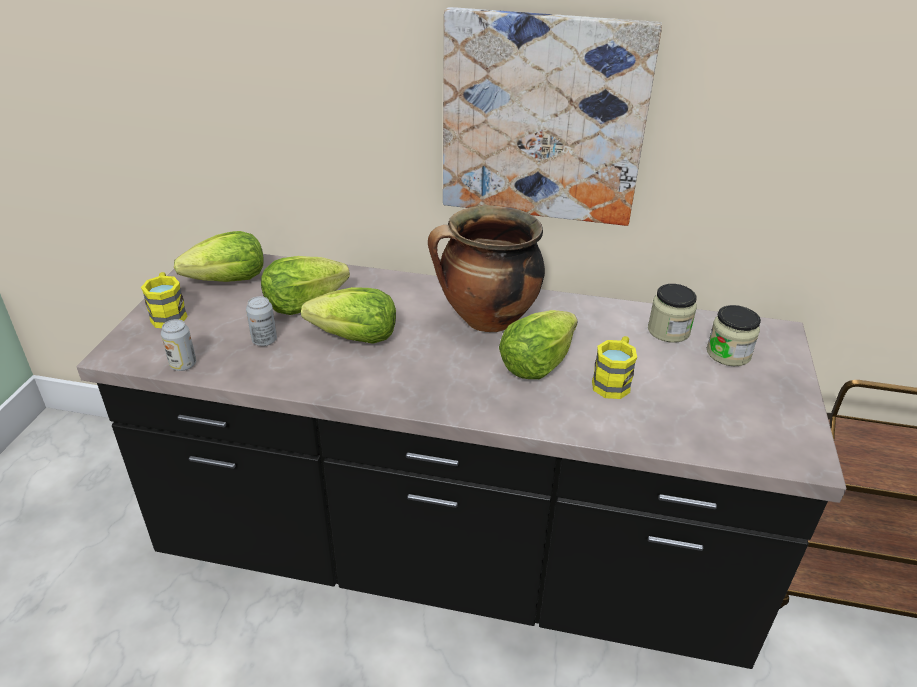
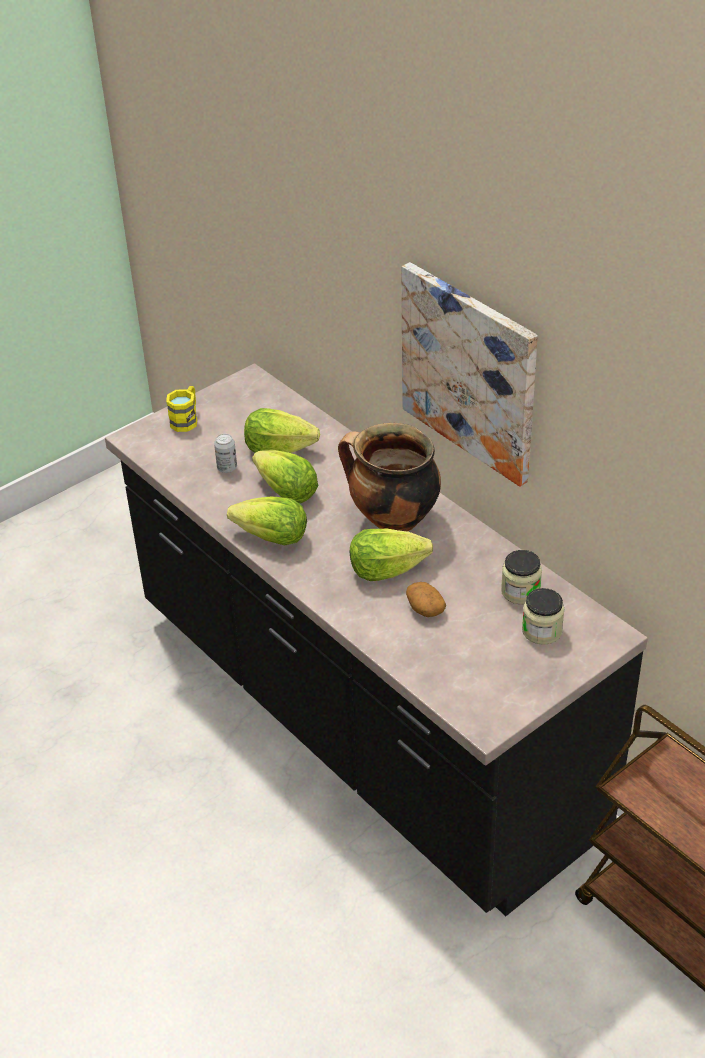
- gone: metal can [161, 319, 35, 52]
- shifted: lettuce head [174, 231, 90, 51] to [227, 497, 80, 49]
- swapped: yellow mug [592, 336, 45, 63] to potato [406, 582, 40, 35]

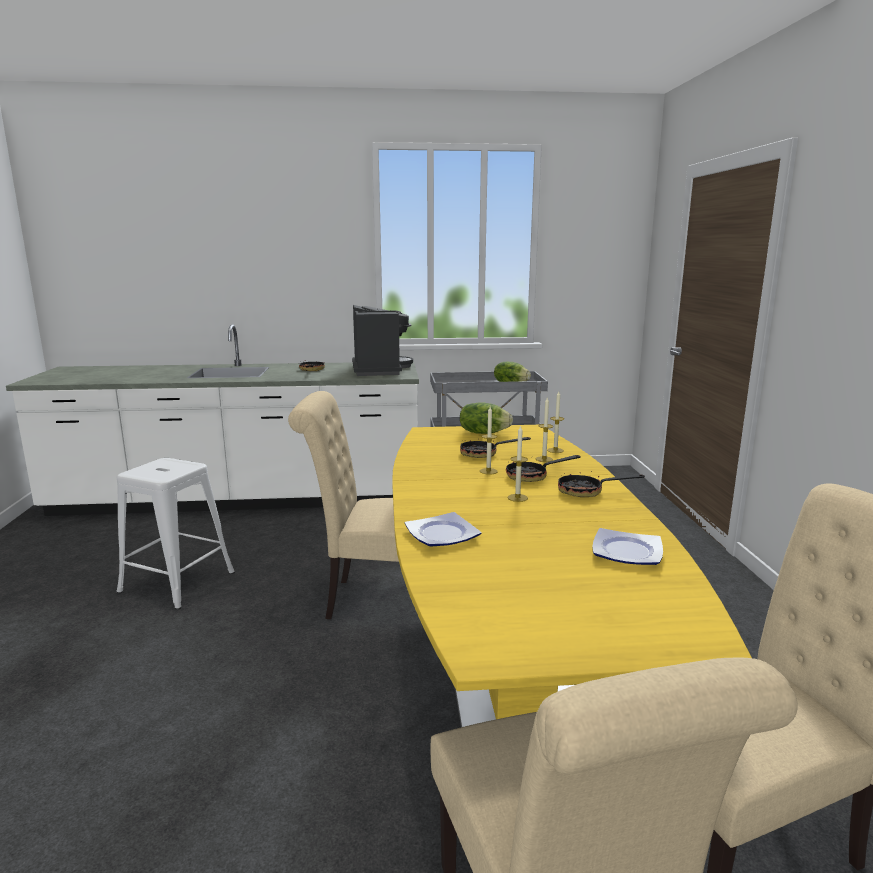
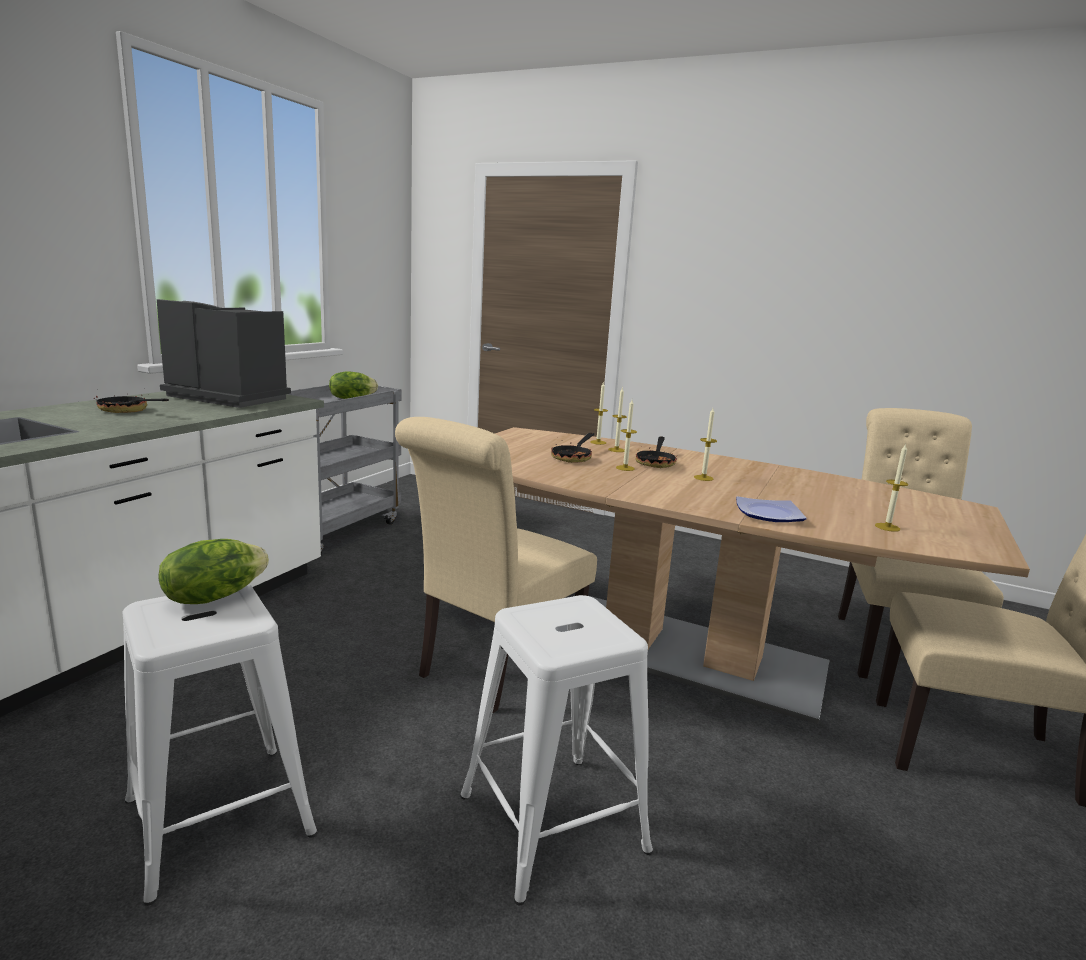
- gone: skillet [558, 471, 87, 26]
- gone: dinner plate [592, 528, 71, 37]
- new: white stool [460, 595, 193, 310]
- new: wax candle [875, 444, 33, 88]
- shifted: lettuce head [460, 402, 53, 32] to [158, 539, 111, 65]
- repainted: yellow dinner table [392, 425, 360, 302] to brown dinner table [495, 427, 535, 297]

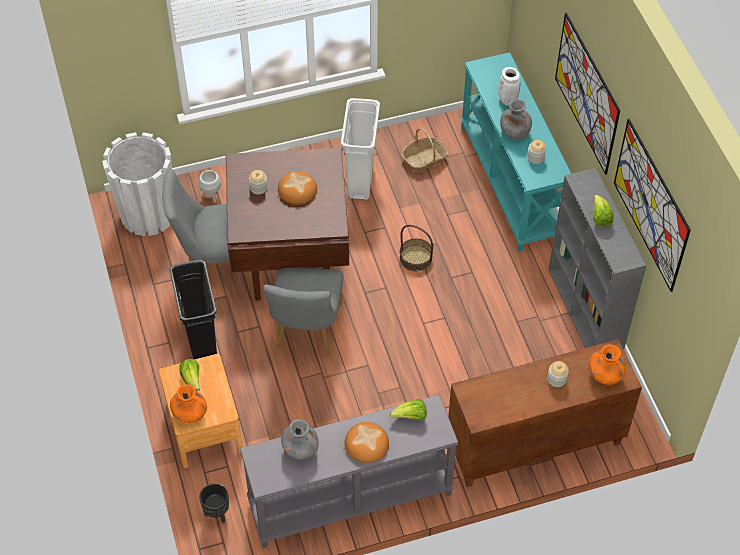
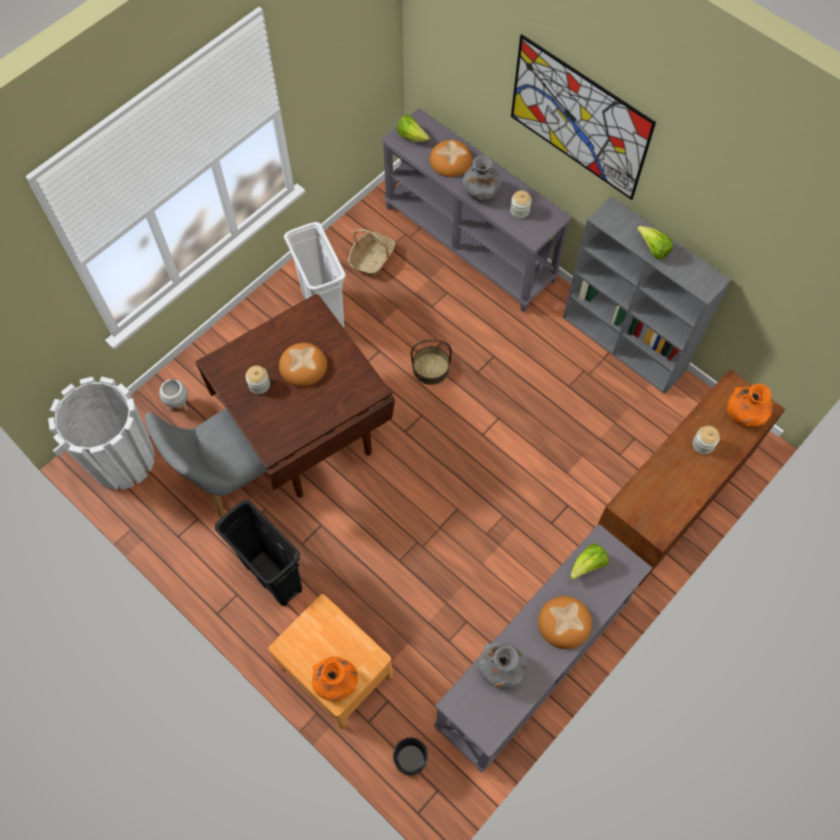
- gone: greyish chair [263, 267, 81, 89]
- gone: wall art [614, 119, 77, 173]
- shifted: lettuce head [179, 359, 21, 32] to [397, 114, 33, 28]
- swapped: white decorative vase [498, 67, 22, 39] to baked bread [430, 140, 42, 37]
- repainted: turquoise-coloured narrow table [461, 52, 111, 200] to greyish narrow table [381, 108, 191, 204]

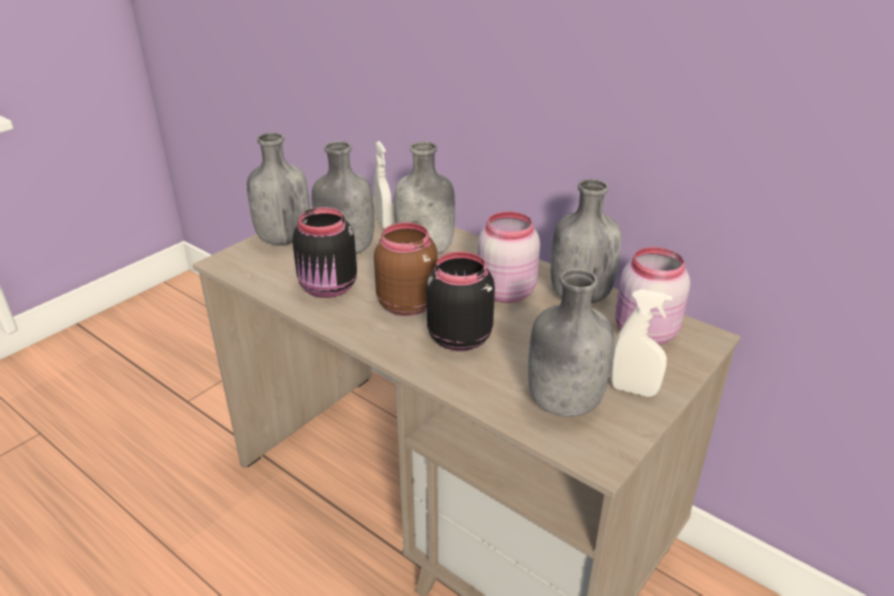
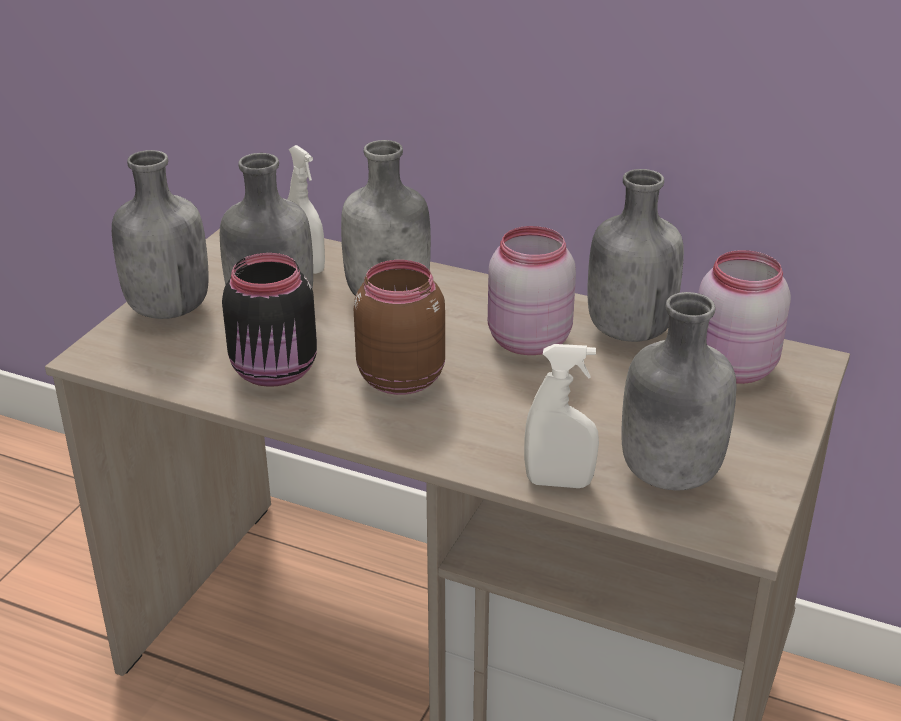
- gone: black storage jar [427, 252, 68, 99]
- shifted: white spray bottle [610, 289, 63, 108] to [524, 344, 75, 144]

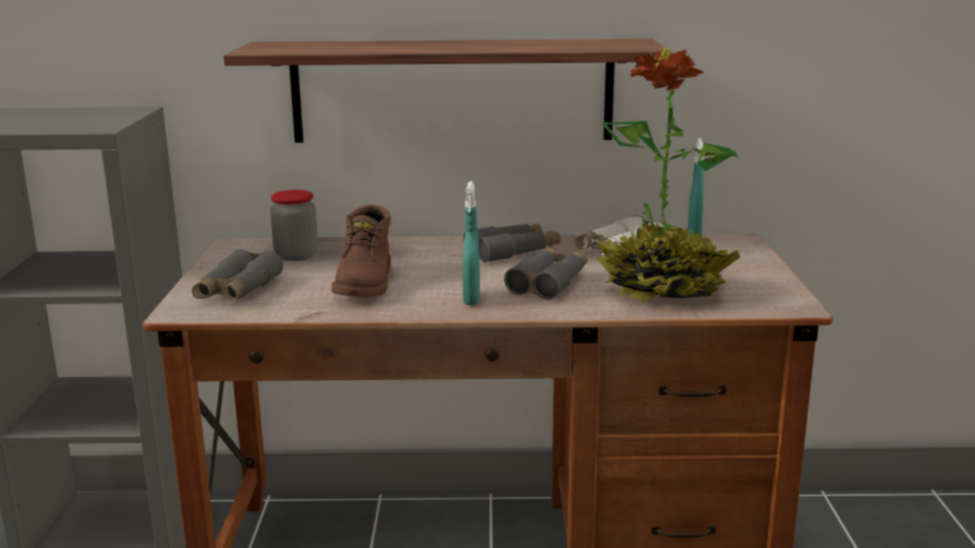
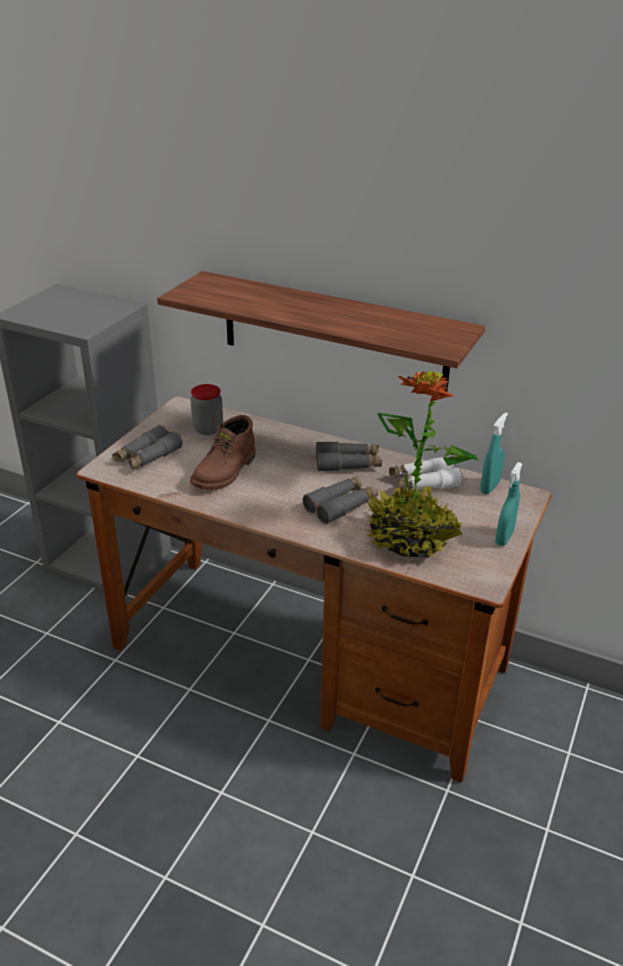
- shifted: turquoise-coloured spray bottle [463, 181, 17, 124] to [495, 462, 27, 84]

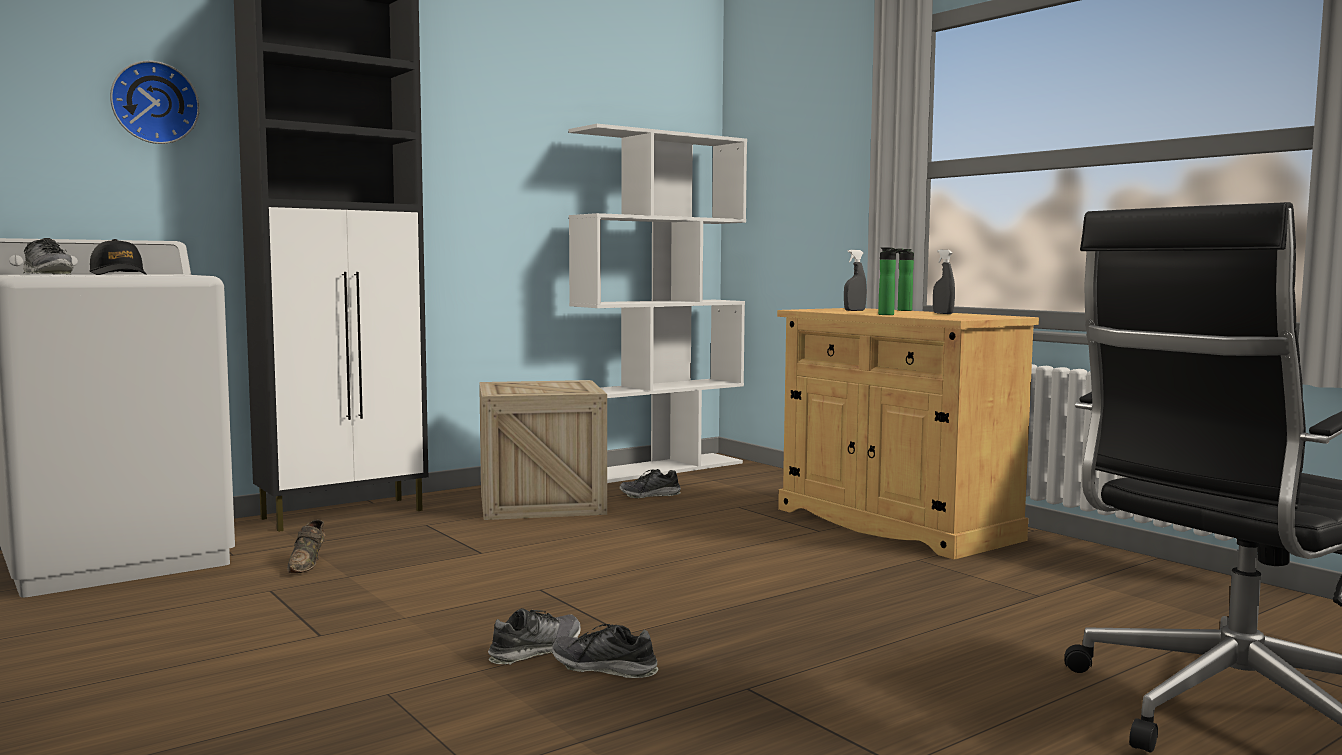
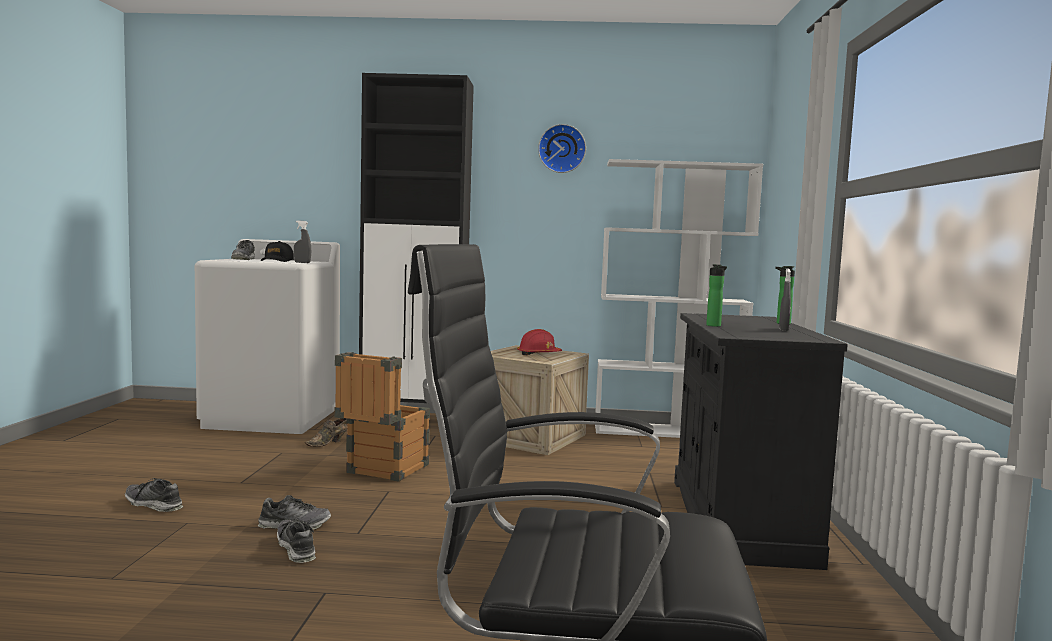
- new: shipping crate [334, 352, 96, 130]
- new: red safety helmet [517, 329, 45, 26]
- shifted: wall clock [110, 61, 90, 83] to [538, 124, 48, 49]
- shifted: low shoe [620, 469, 61, 29] to [125, 478, 58, 34]
- shifted: greyish spray bottle [844, 250, 23, 61] to [294, 221, 17, 42]
- repainted: beige-coloured cupboard [777, 308, 262, 252] to black cupboard [674, 313, 174, 257]

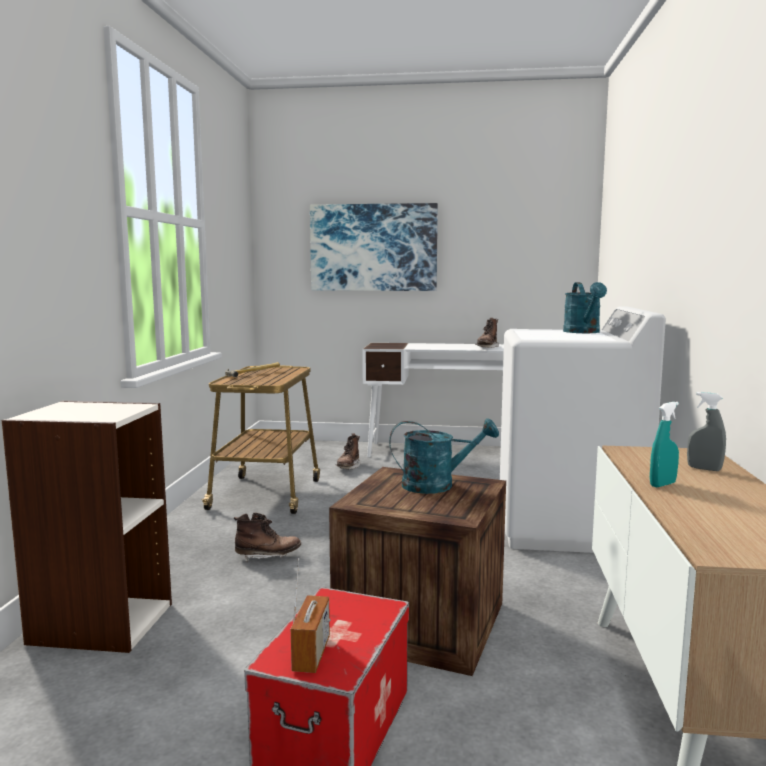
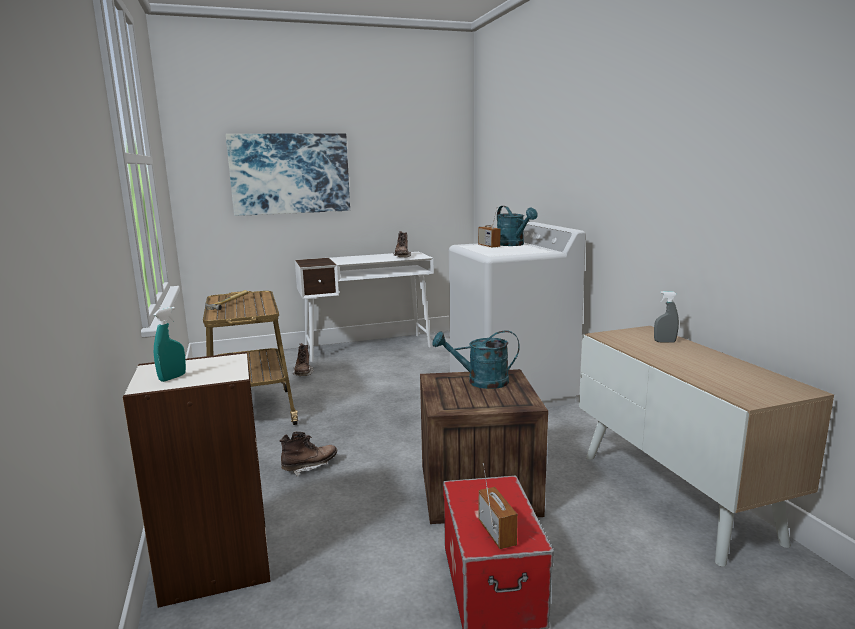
- new: radio set [478, 209, 22, 39]
- shifted: turquoise-coloured spray bottle [650, 402, 29, 85] to [153, 307, 33, 75]
- rotated: turquoise-coloured watering can [389, 418, 110, 76] = [432, 330, 88, 59] 150 degrees counterclockwise

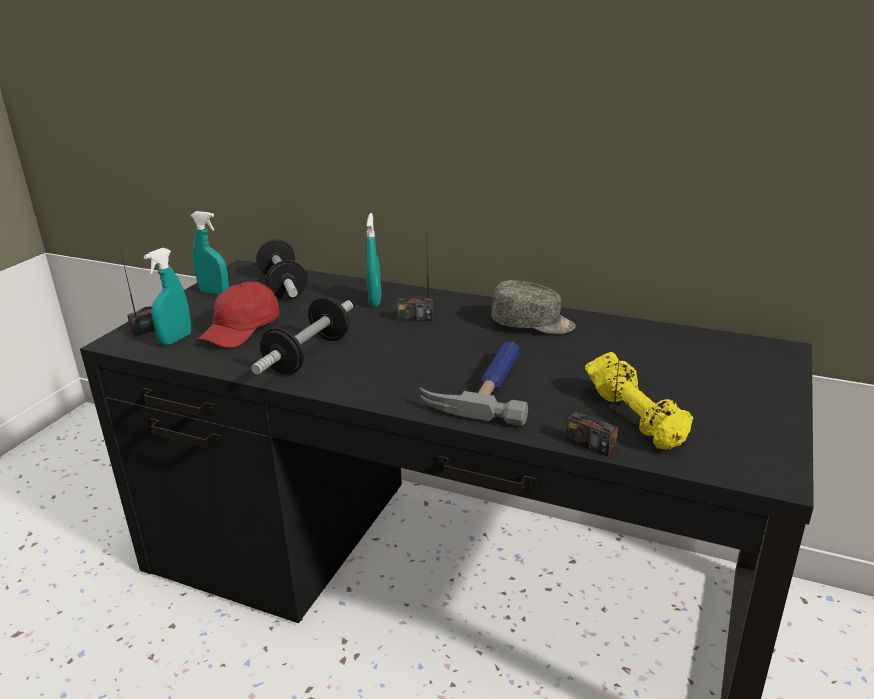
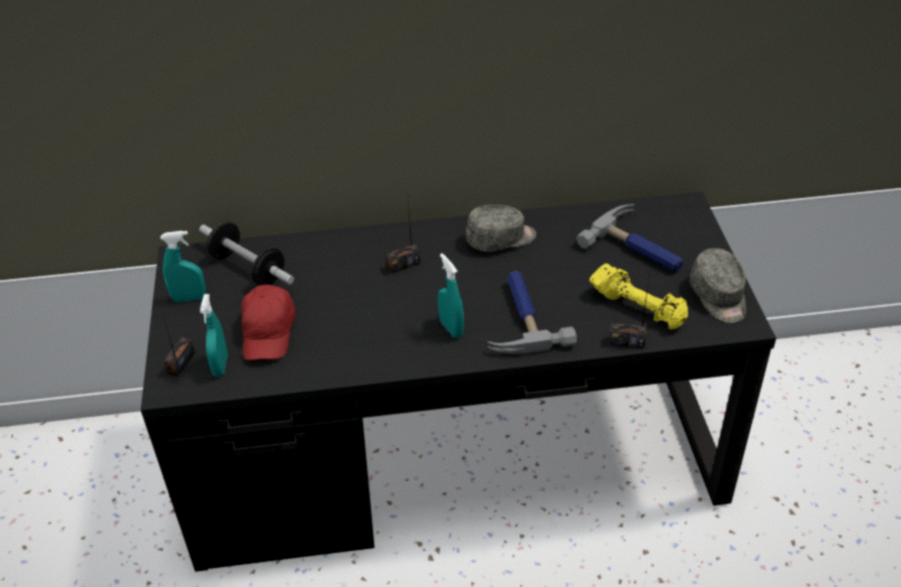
- gone: free weight [251, 297, 102, 78]
- new: hand hammer [576, 204, 107, 67]
- new: greyish peaked cap [689, 248, 57, 75]
- shifted: turquoise-coloured spray bottle [367, 213, 14, 94] to [438, 253, 26, 85]

